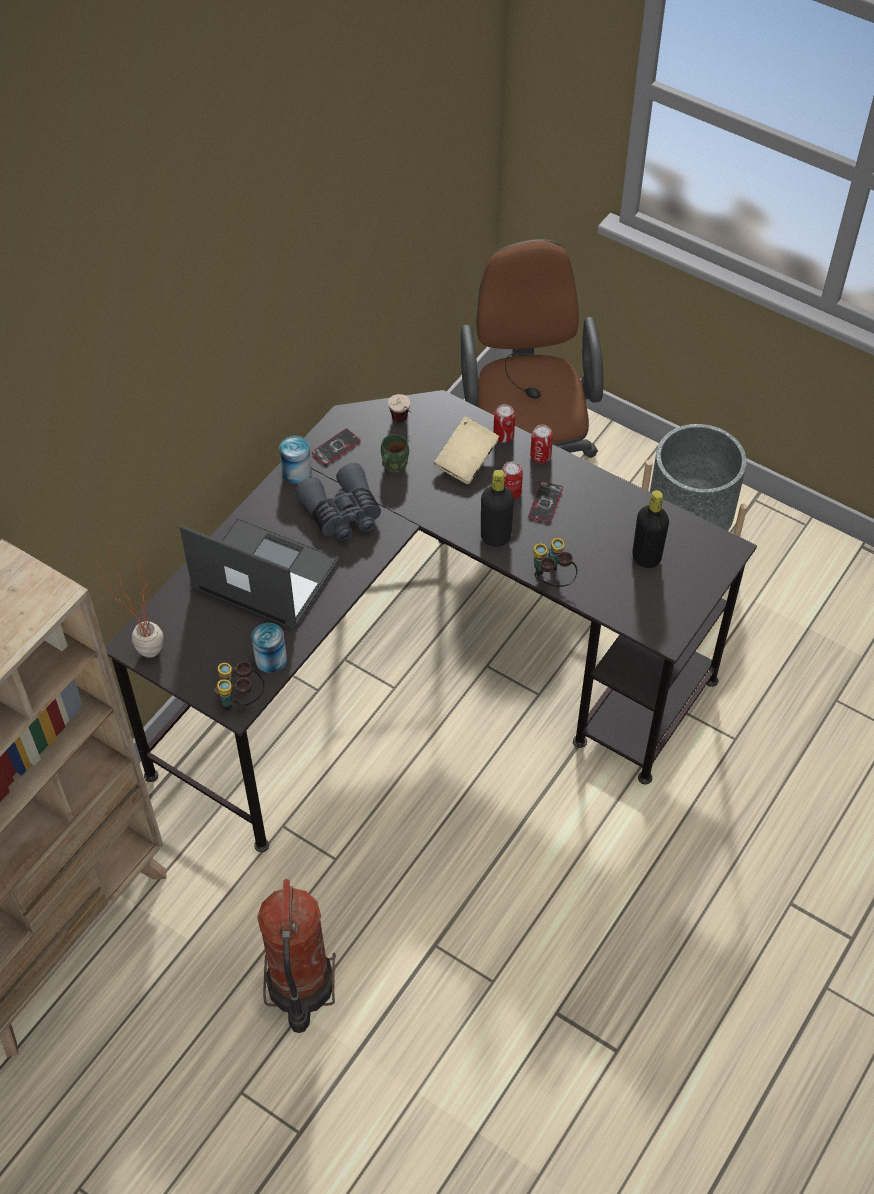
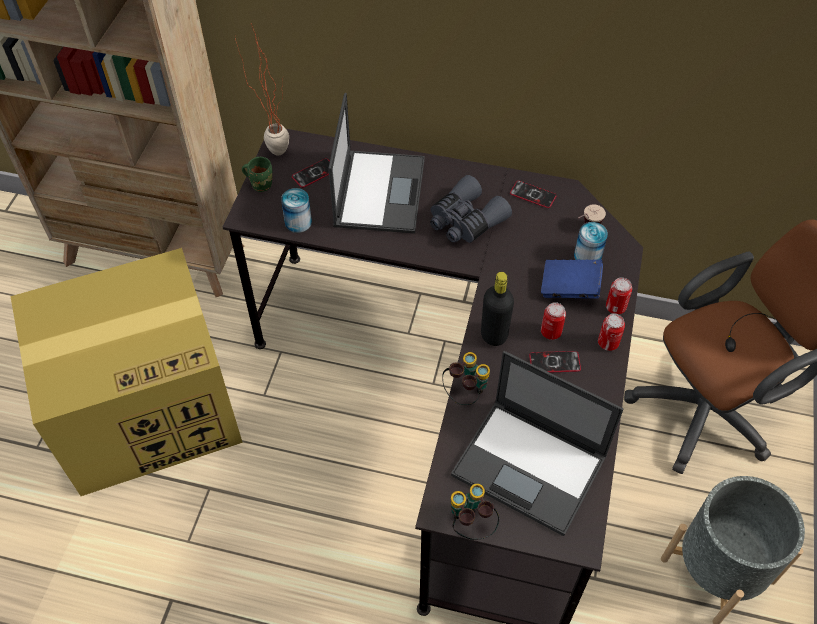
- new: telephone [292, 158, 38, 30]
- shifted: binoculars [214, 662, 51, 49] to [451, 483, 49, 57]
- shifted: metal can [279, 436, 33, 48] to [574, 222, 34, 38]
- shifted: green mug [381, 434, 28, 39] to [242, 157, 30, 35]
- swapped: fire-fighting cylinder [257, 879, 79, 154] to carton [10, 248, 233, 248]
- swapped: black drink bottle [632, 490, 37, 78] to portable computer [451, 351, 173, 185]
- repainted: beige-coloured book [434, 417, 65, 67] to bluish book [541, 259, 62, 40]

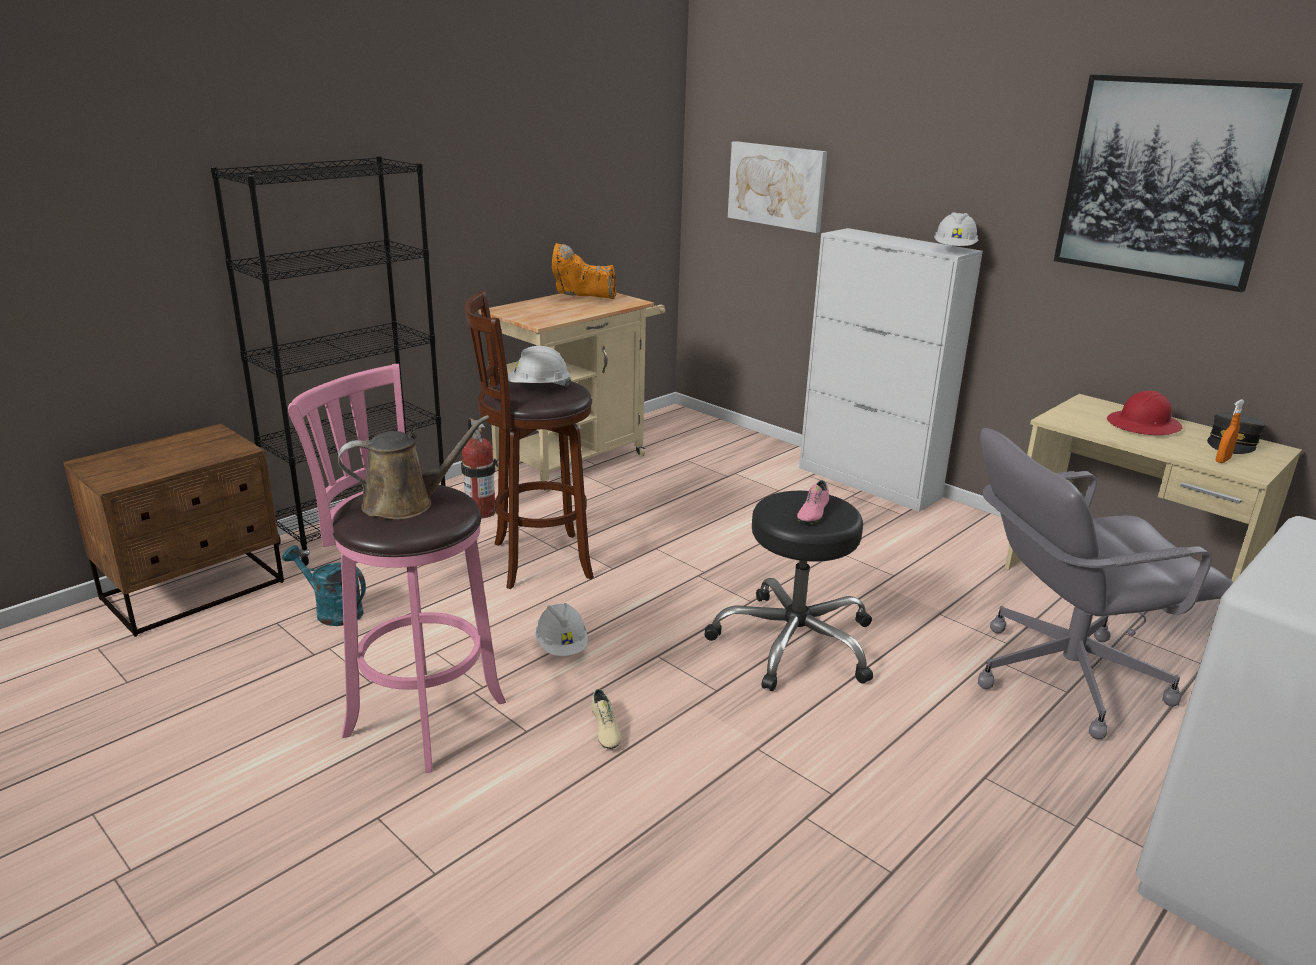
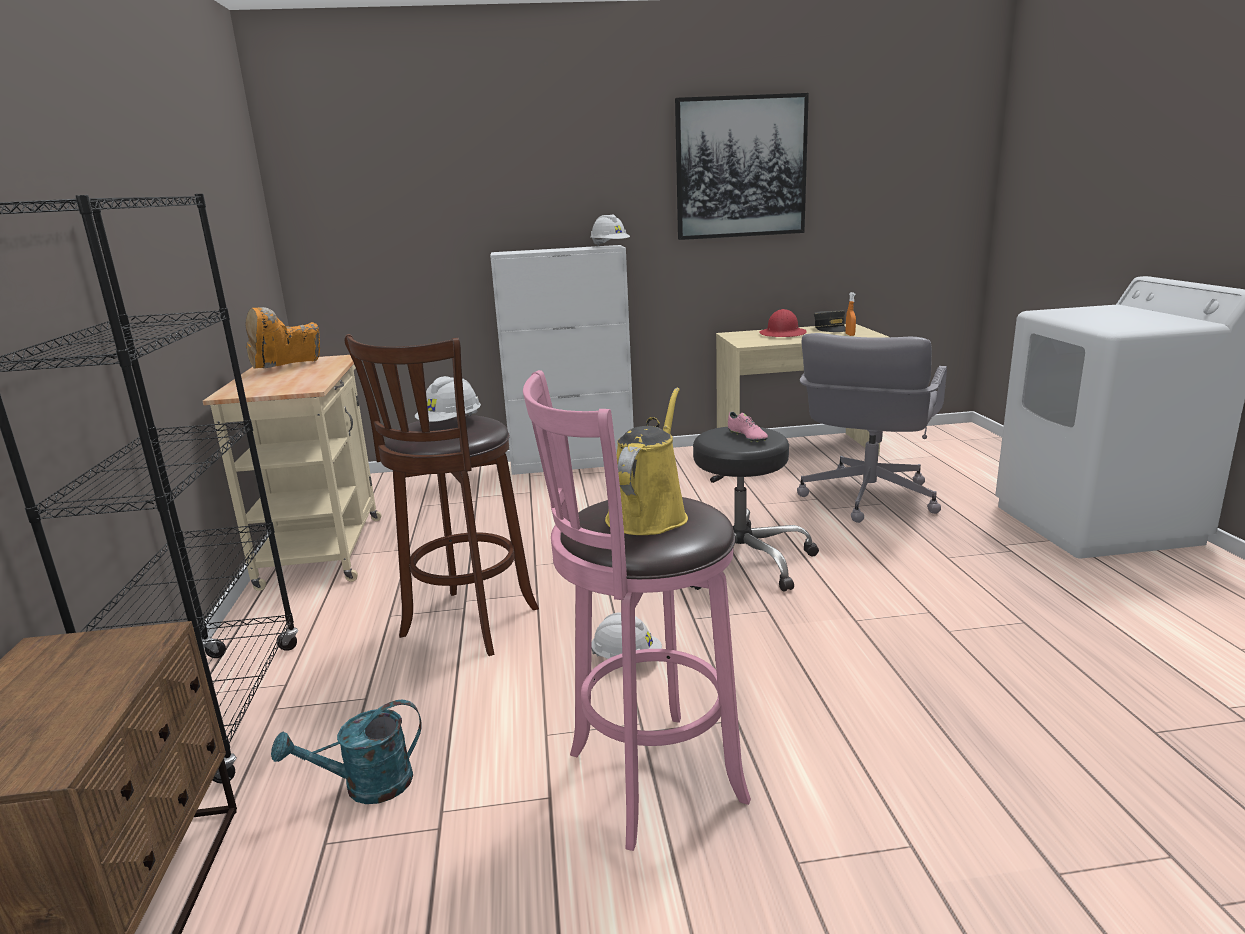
- gone: fire-fighting cylinder [461, 417, 35, 102]
- gone: beige-coloured low shoe [592, 689, 29, 60]
- gone: wall art [728, 141, 99, 92]
- repainted: brown watering can [338, 415, 152, 105] to yellow watering can [605, 388, 83, 147]

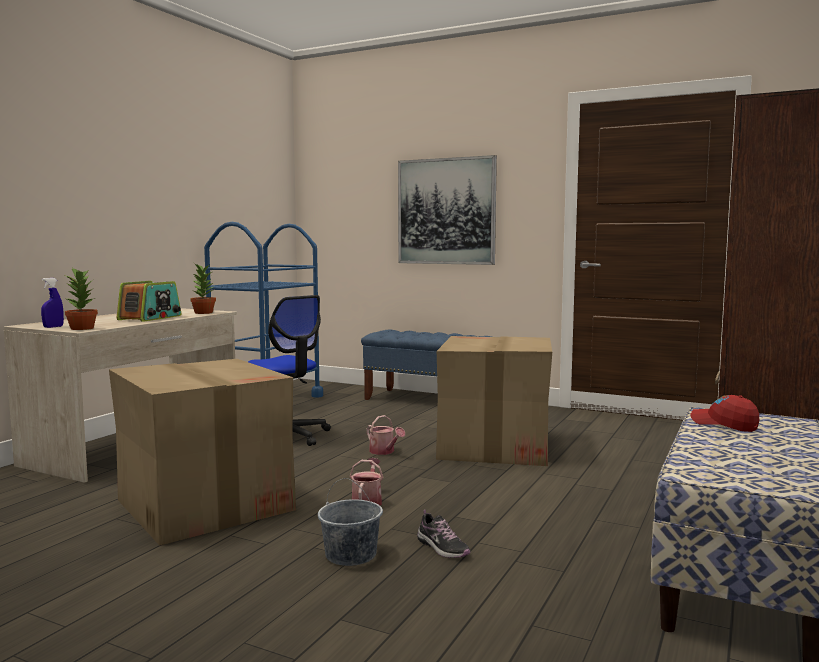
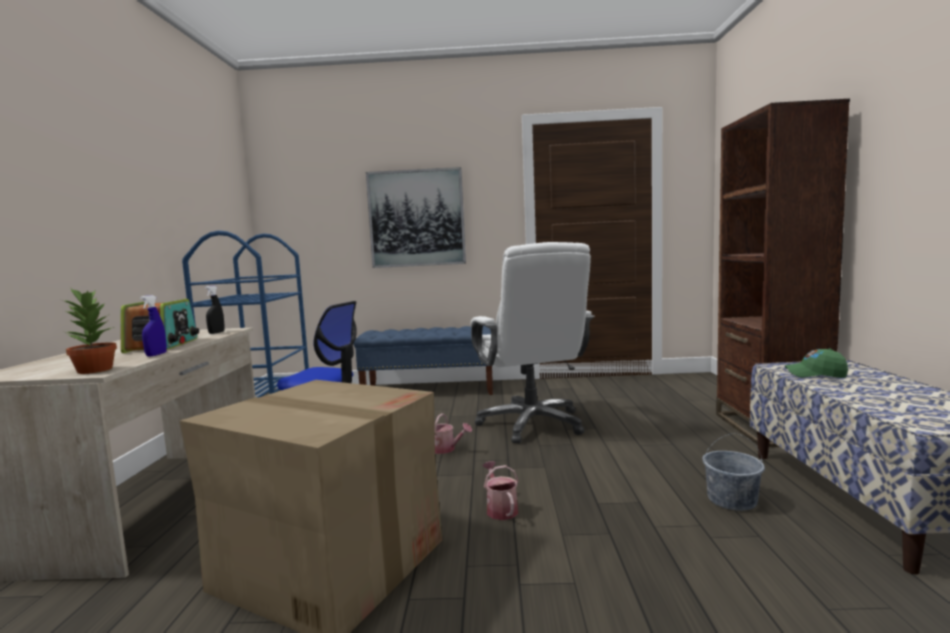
- gone: low shoe [417, 510, 54, 48]
- shifted: bluish spray bottle [41, 278, 23, 50] to [140, 295, 27, 61]
- shifted: greyish water bucket [318, 478, 65, 88] to [703, 433, 62, 78]
- swapped: plant in a pot [190, 264, 26, 50] to black spray bottle [205, 286, 20, 48]
- swapped: carton [436, 336, 116, 130] to white computer chair [470, 242, 125, 202]
- repainted: red peaked cap [690, 395, 69, 37] to green peaked cap [785, 348, 63, 30]

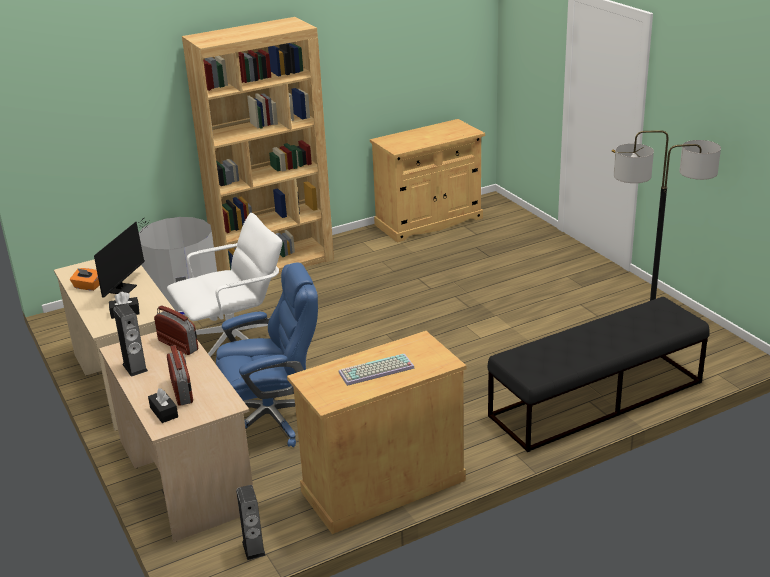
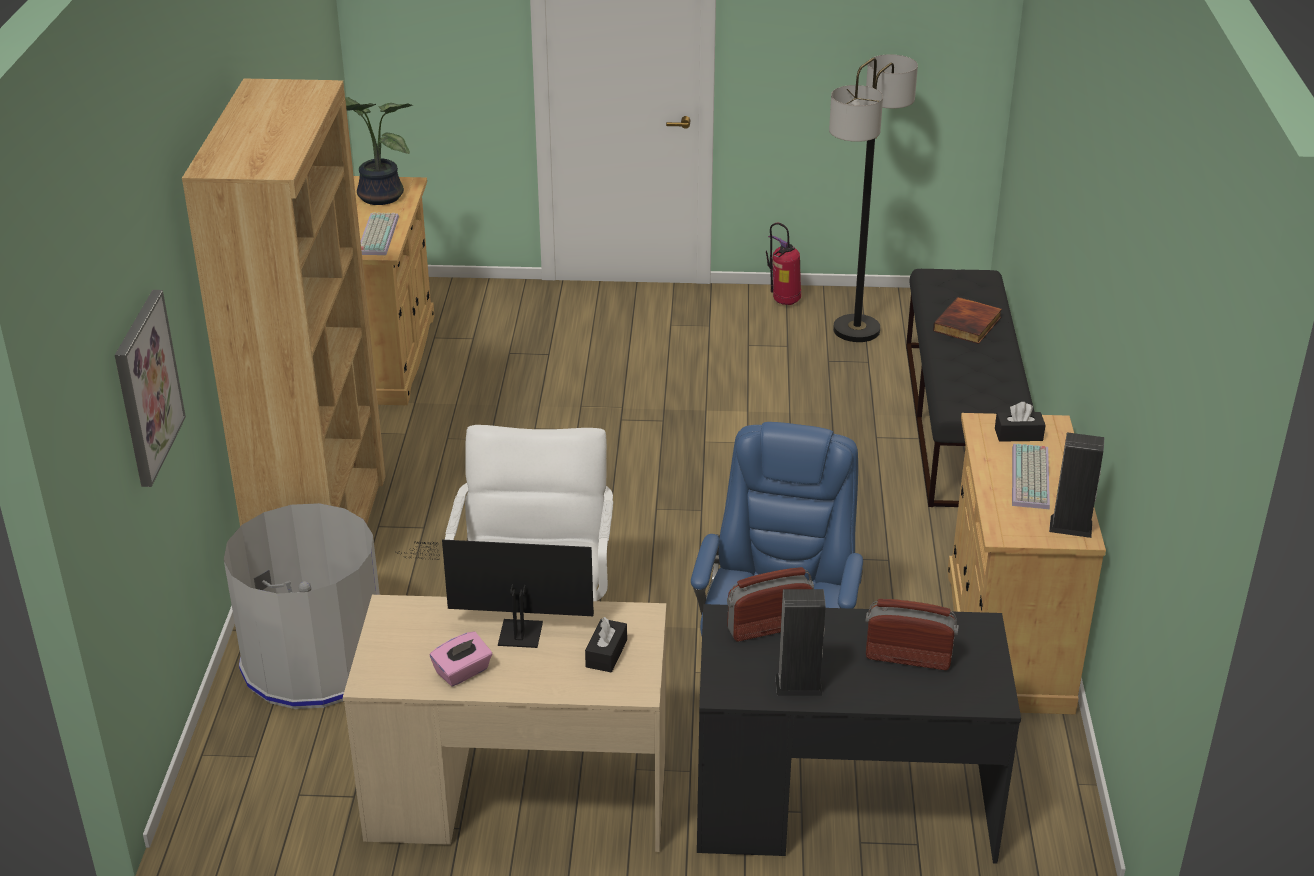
- new: wall art [115, 290, 71, 197]
- new: plant in a pot [345, 97, 67, 108]
- new: computer keyboard [361, 213, 38, 42]
- new: fire-fighting cylinder [766, 223, 35, 82]
- new: book [933, 297, 69, 47]
- shifted: black box of tissues [148, 388, 30, 35] to [995, 402, 50, 40]
- shifted: audio speaker [236, 485, 30, 75] to [1049, 432, 55, 106]
- repainted: orange box of tissues [70, 268, 30, 23] to pink-coloured box of tissues [430, 631, 62, 56]
- repainted: beige-coloured desk [99, 332, 154, 210] to black desk [697, 604, 324, 260]
- rotated: computer display [94, 218, 53, 80] = [395, 540, 199, 108] 45 degrees counterclockwise

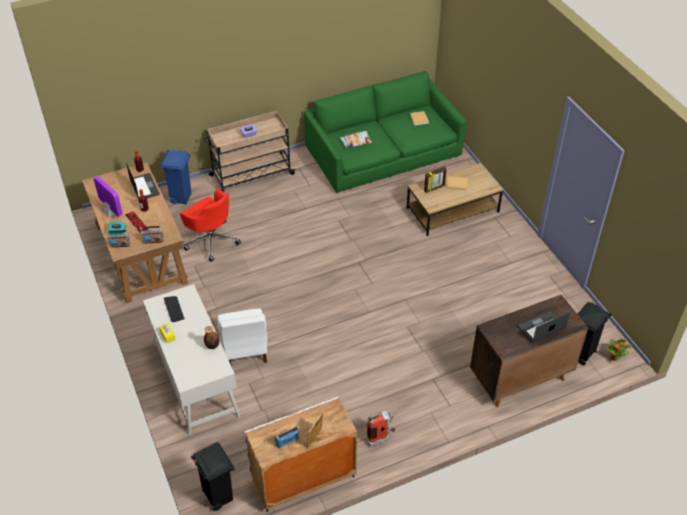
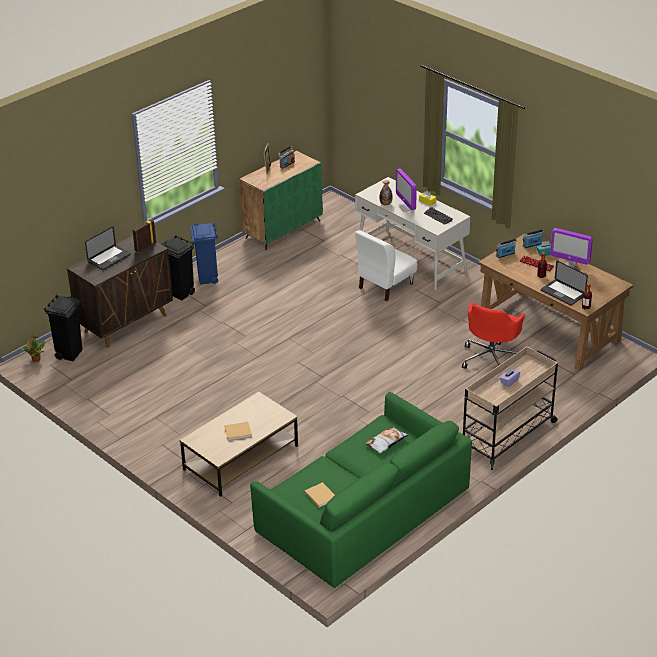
- gone: fire-fighting cylinder [366, 411, 29, 36]
- new: computer display [396, 169, 21, 43]
- shifted: bluish waste bin [160, 150, 31, 54] to [190, 222, 28, 63]
- shifted: black waste bin [191, 442, 44, 69] to [161, 235, 34, 65]
- shifted: standing frame [424, 167, 23, 26] to [133, 219, 23, 33]
- repainted: white cupboard [245, 397, 112, 115] to green cupboard [240, 151, 83, 99]
- rotated: red computer chair [180, 189, 61, 73] = [462, 302, 63, 67] 90 degrees counterclockwise
- rotated: white chair [218, 309, 49, 58] = [355, 230, 62, 71] 105 degrees counterclockwise

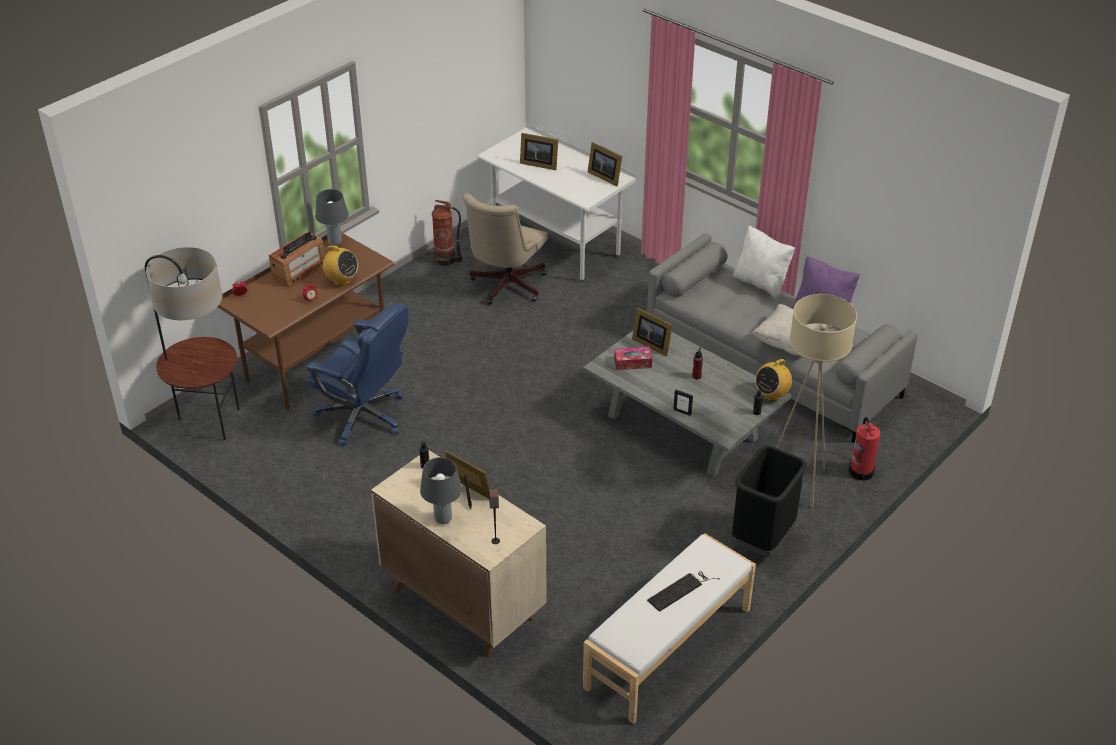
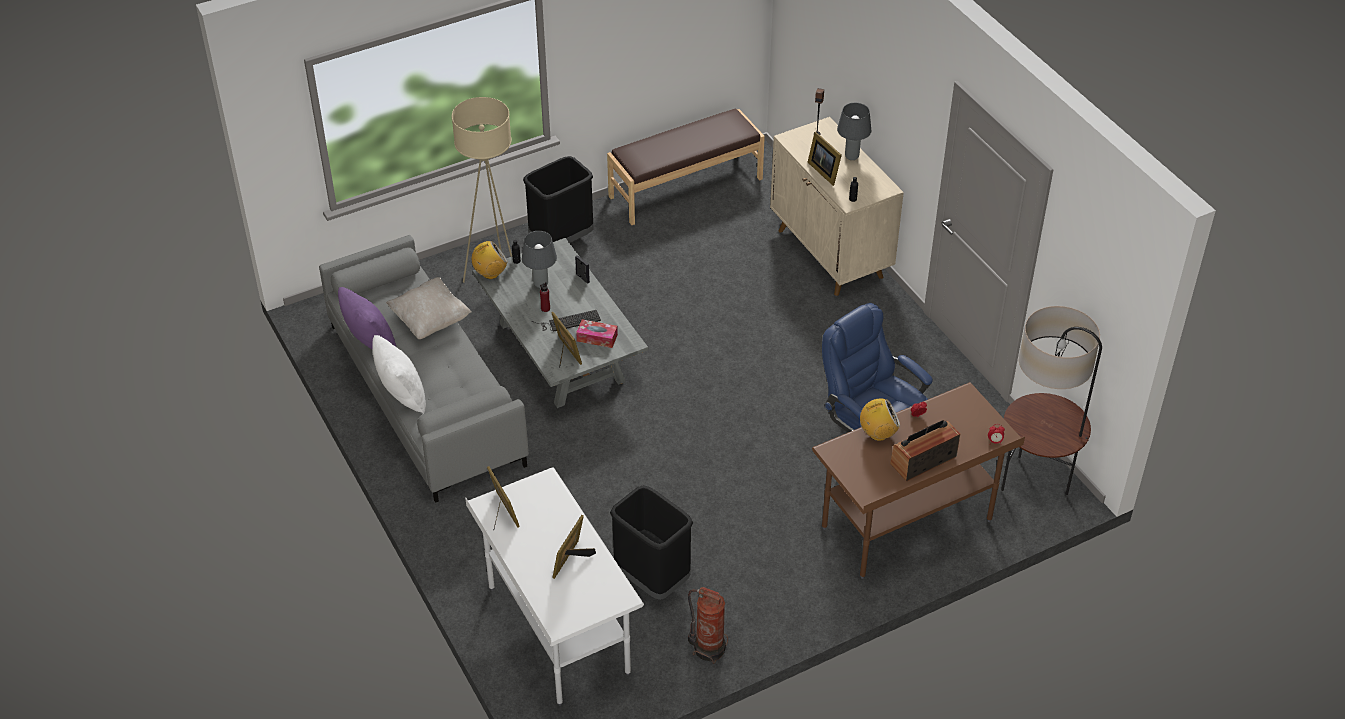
- gone: fire-fighting cylinder [848, 417, 32, 64]
- shifted: greyish table lamp [315, 189, 33, 57] to [522, 231, 35, 57]
- shifted: computer keyboard [647, 571, 72, 41] to [532, 310, 69, 22]
- swapped: beige-coloured computer chair [463, 193, 85, 112] to black waste bin [610, 485, 83, 115]
- repainted: white indoor bench [583, 533, 173, 191] to brown indoor bench [607, 108, 158, 117]
- rotated: radio set [319, 245, 39, 41] = [860, 399, 40, 42] 120 degrees clockwise
- rotated: standing frame [520, 133, 38, 37] = [552, 515, 44, 64] 105 degrees counterclockwise

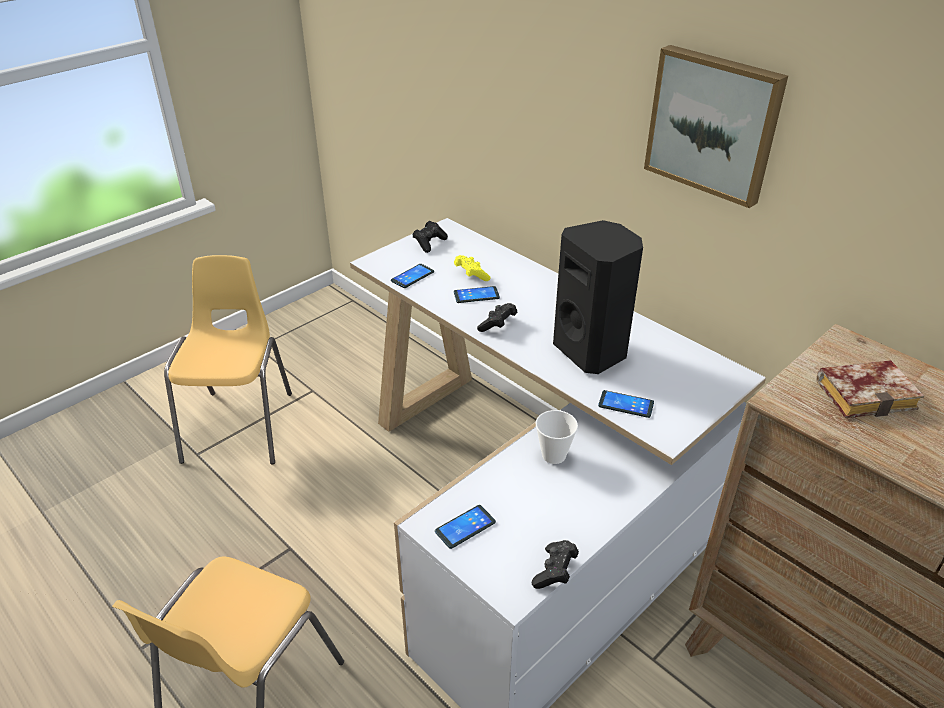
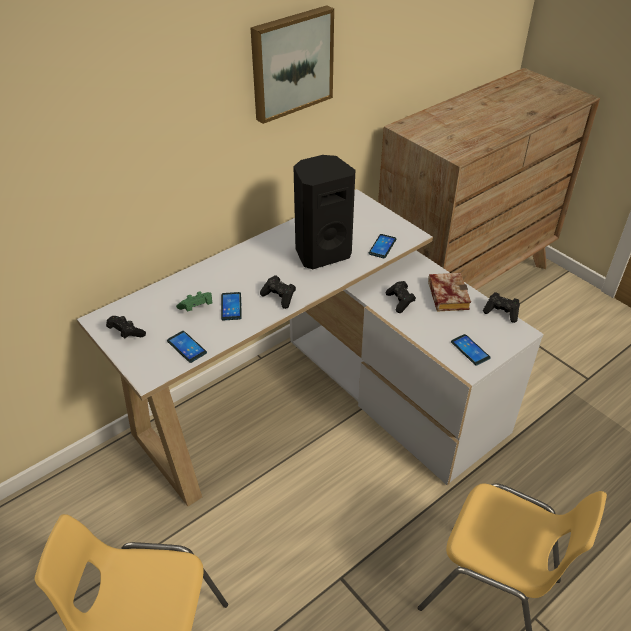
- shifted: book [816, 360, 108, 58] to [428, 273, 43, 39]
- swapped: drinking cup [535, 410, 43, 54] to black gamepad [385, 281, 31, 32]
- repainted: yellow gamepad [454, 255, 37, 26] to green gamepad [176, 292, 36, 20]

